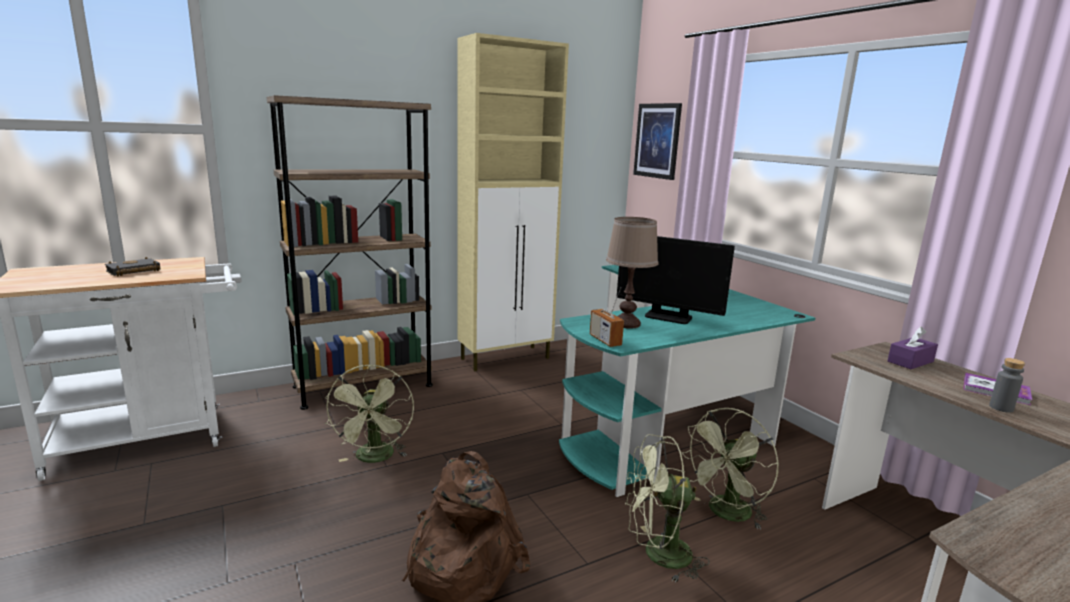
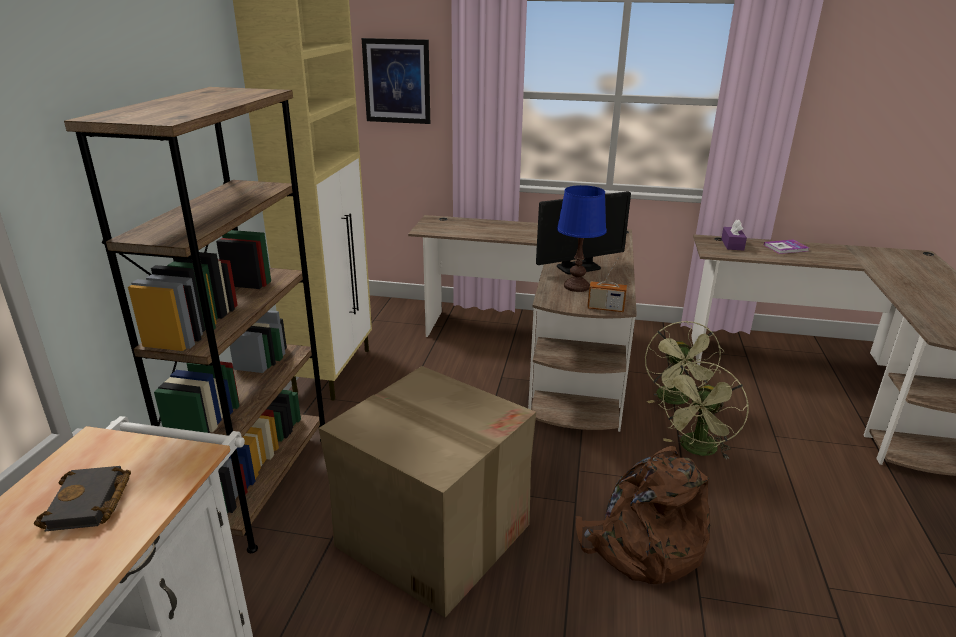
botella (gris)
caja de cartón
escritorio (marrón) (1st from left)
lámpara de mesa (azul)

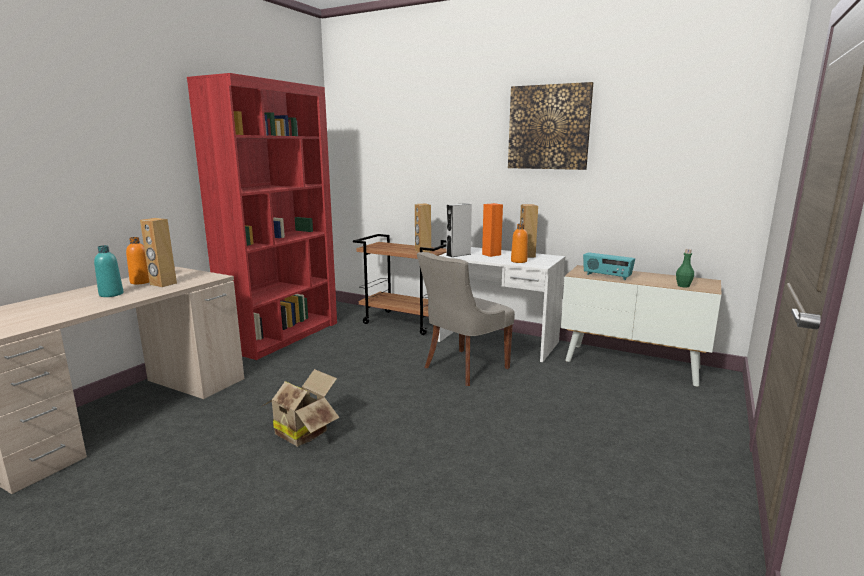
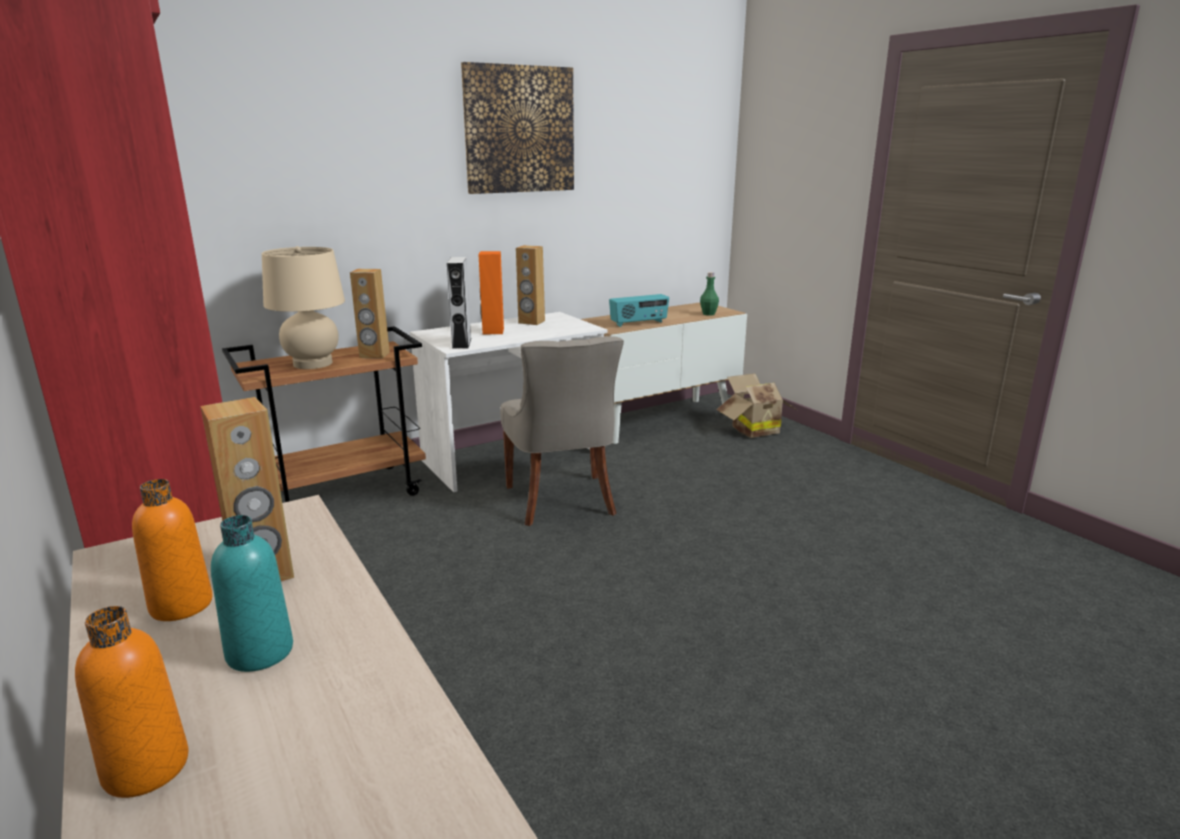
lámpara de mesa (beis)
caja de cartón
botella (naranja) (1st from left)

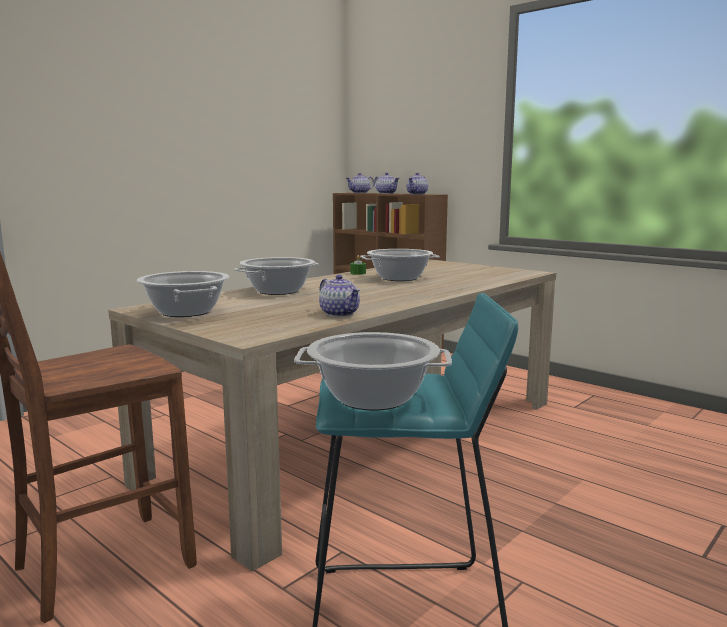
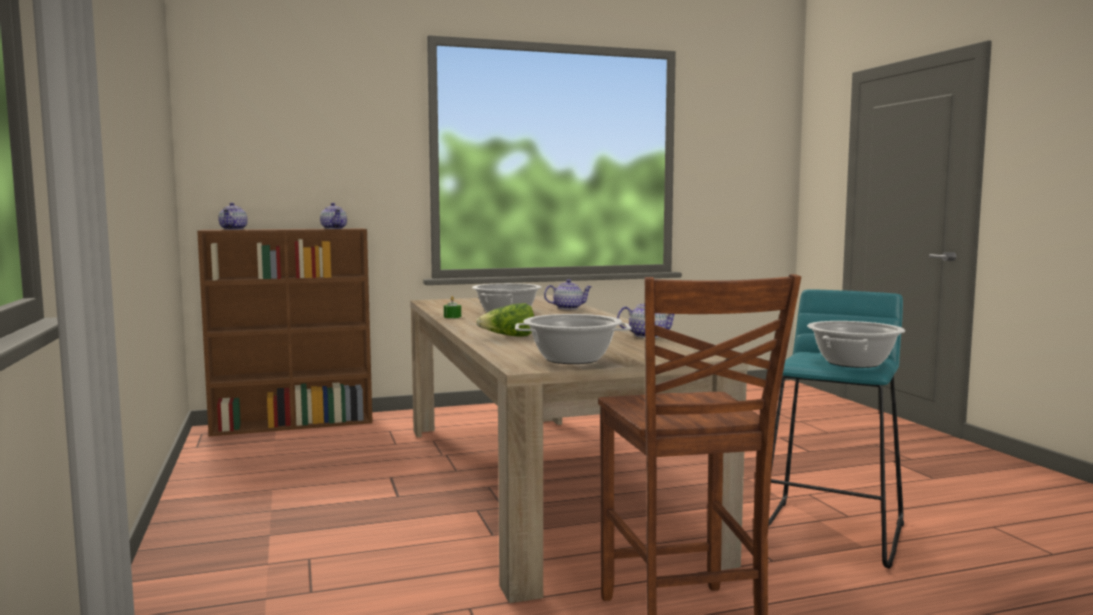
tetera (3rd from left)
lechuga

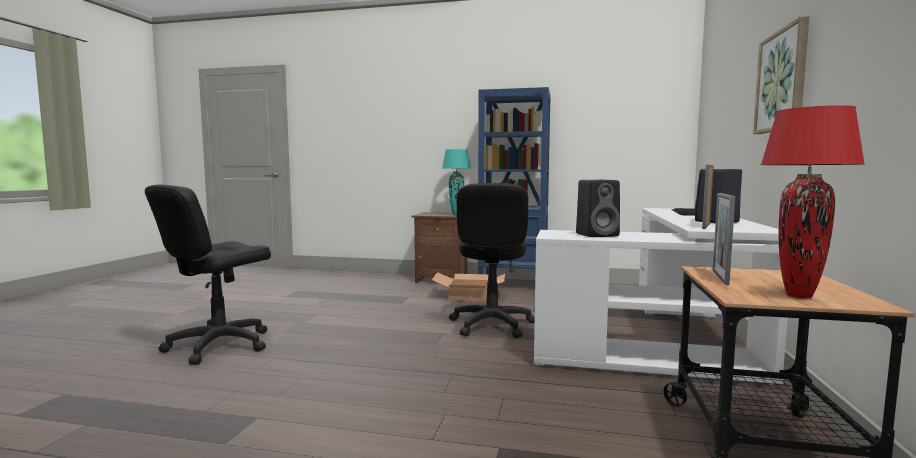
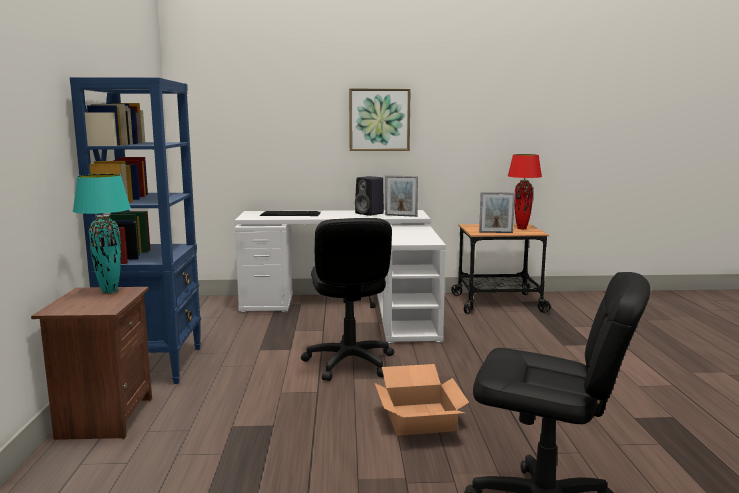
altavoz (negro) (1st from left in the first image)
caja de cartón
silla de oficina (negro) (1st from left)

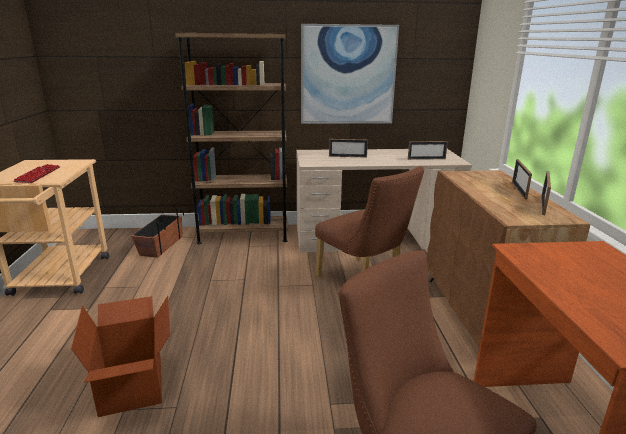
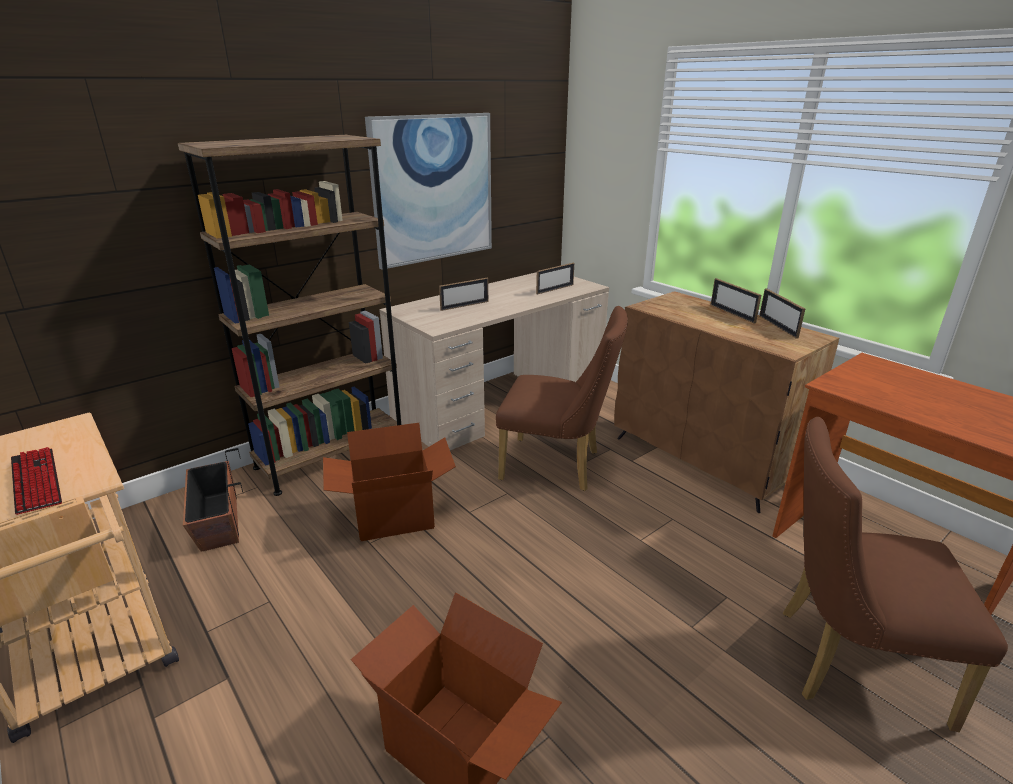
caja de cartón (1st from left)

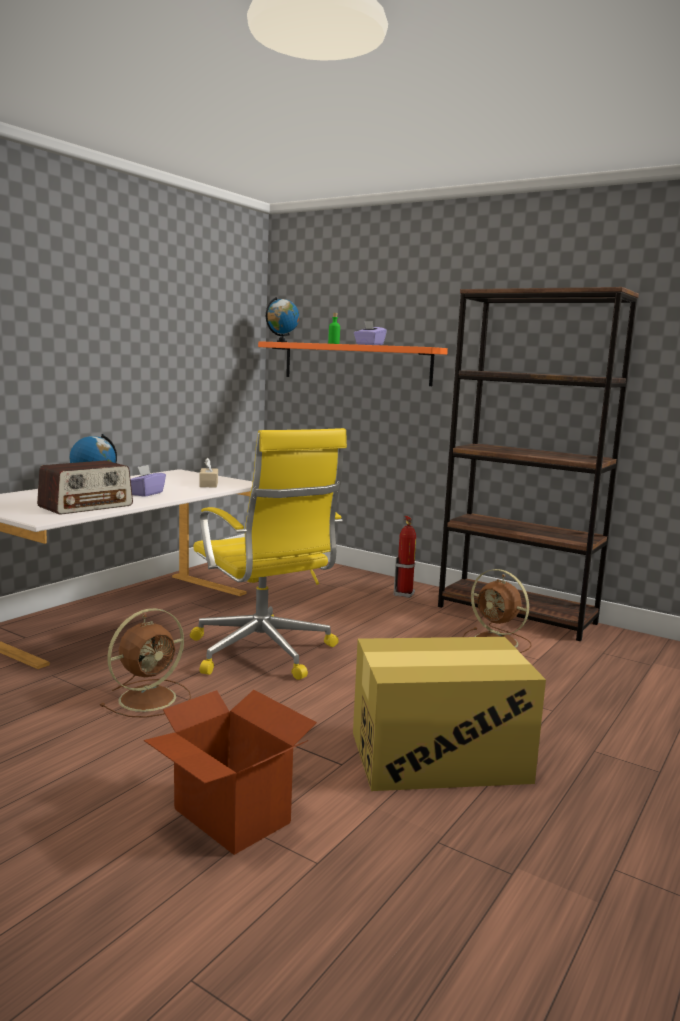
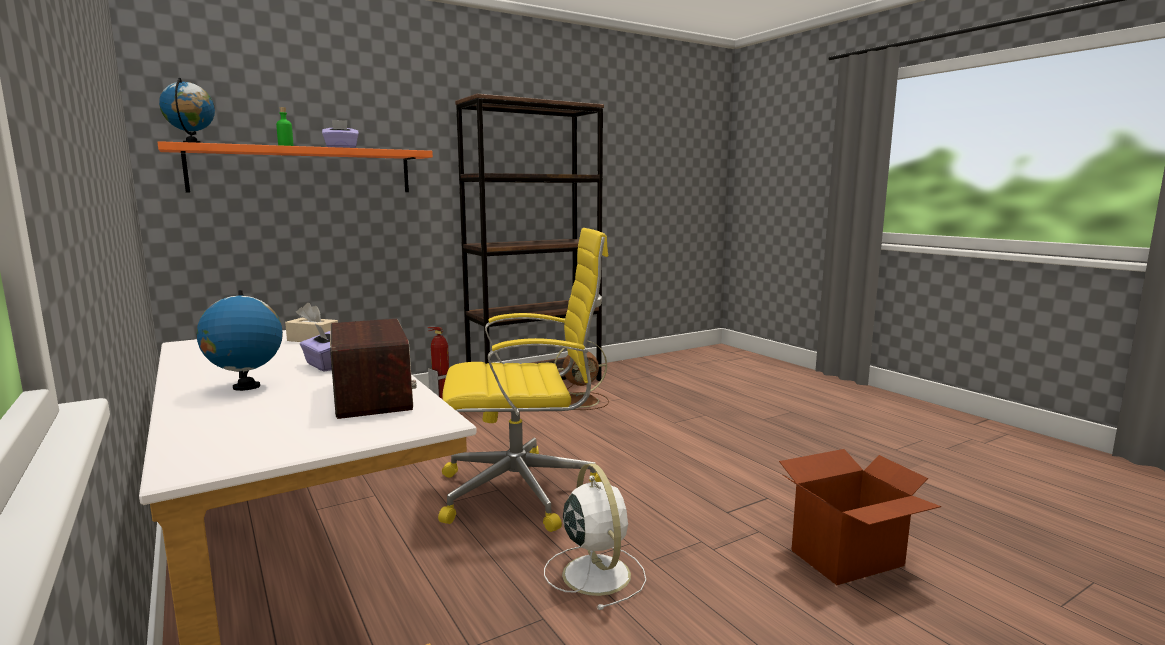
caja de cartón (2nd from left in the first image)
ventilador (blanco)

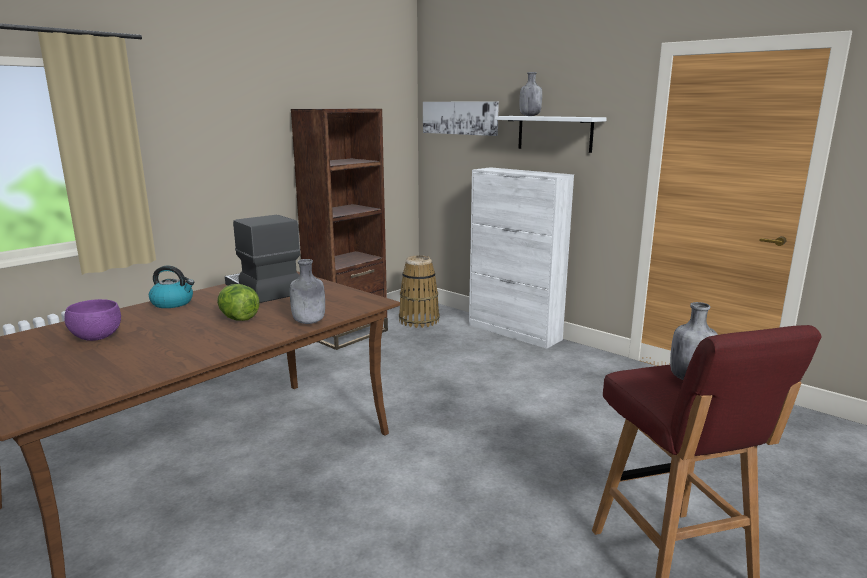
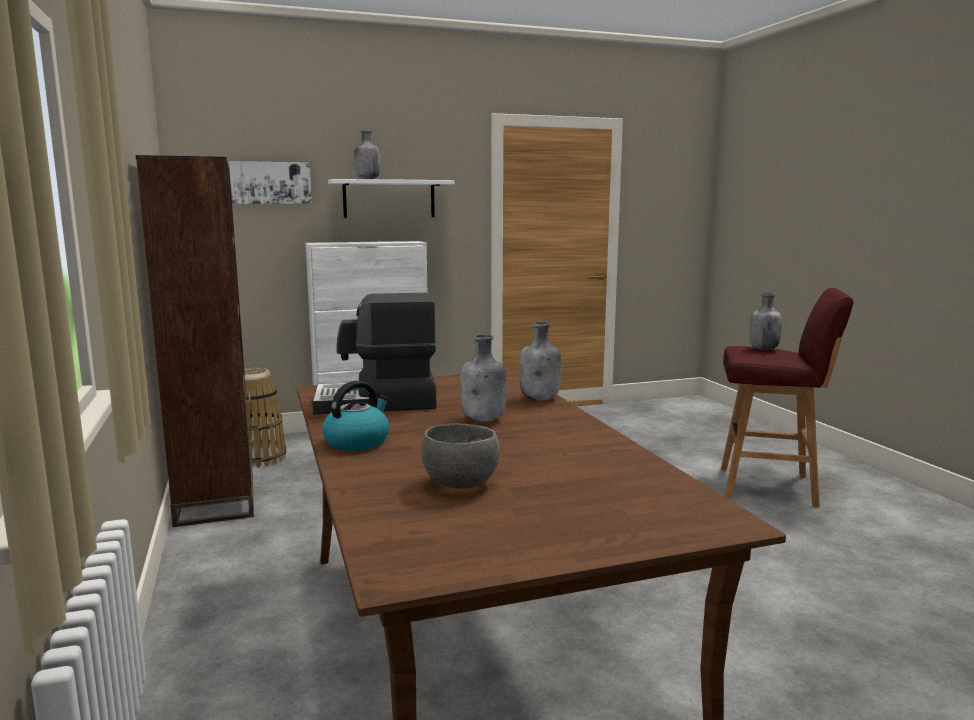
botella (gris) (2nd from left)
cuenco (gris)

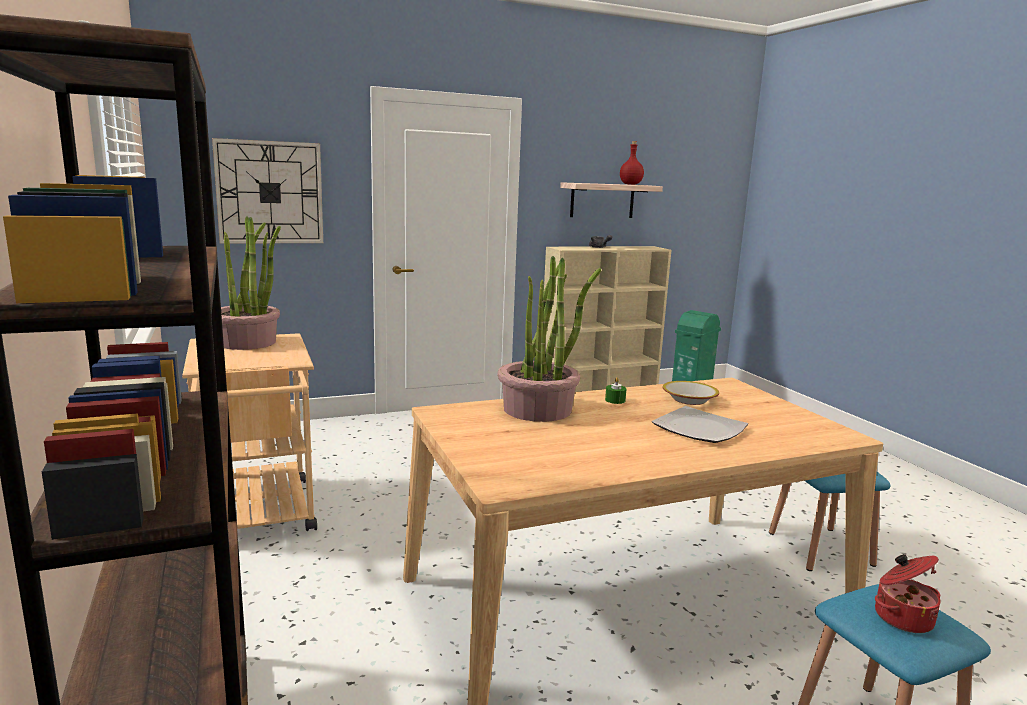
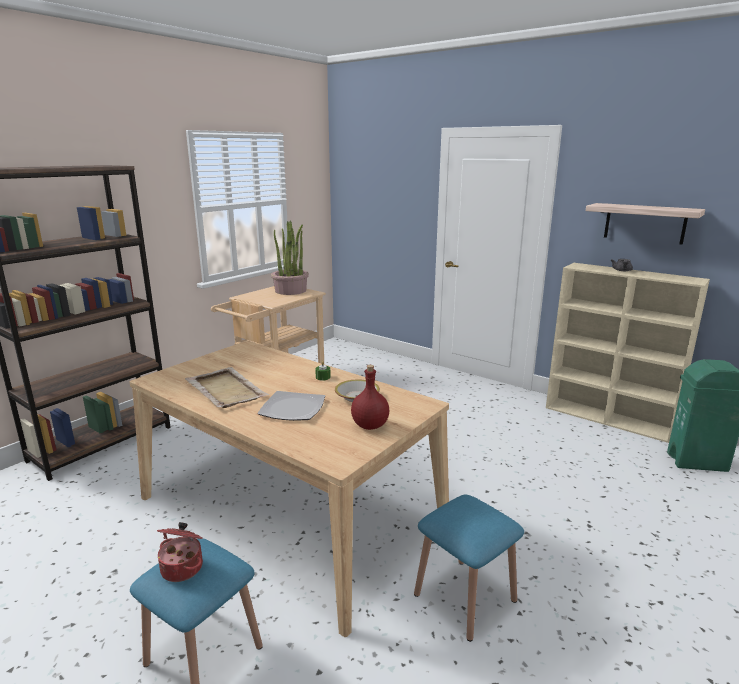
reloj de pared
planta en maceta (2nd from left in the first image)
bandeja (beis)
botella (rojo)

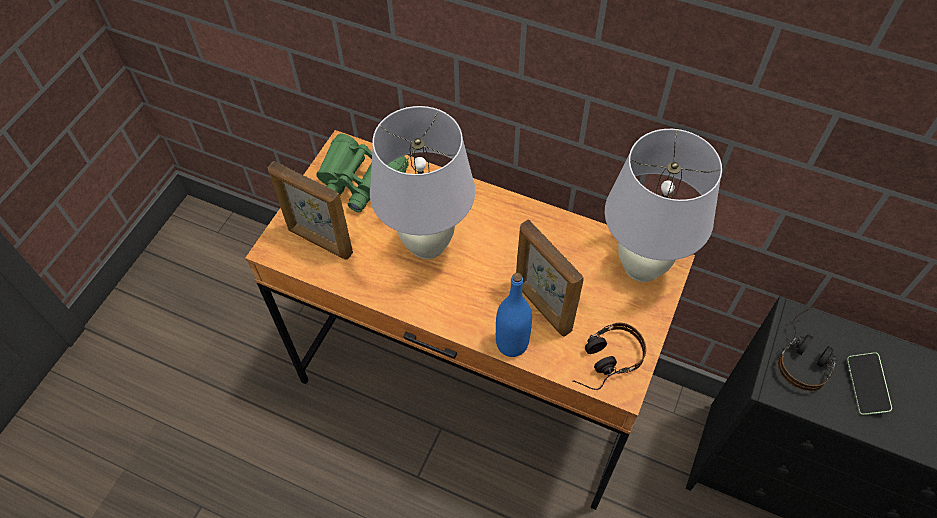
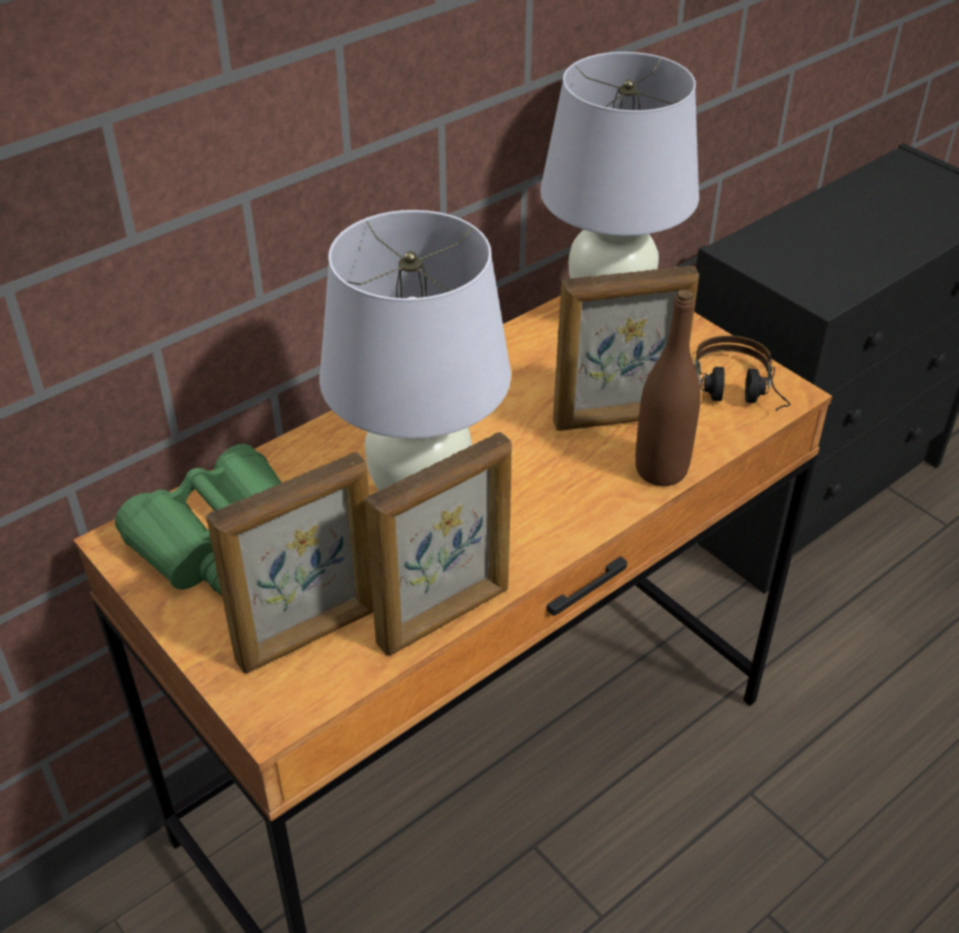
auriculares (2nd from left in the first image)
móvil
portarretratos (2nd from left)
botella (marrón)

